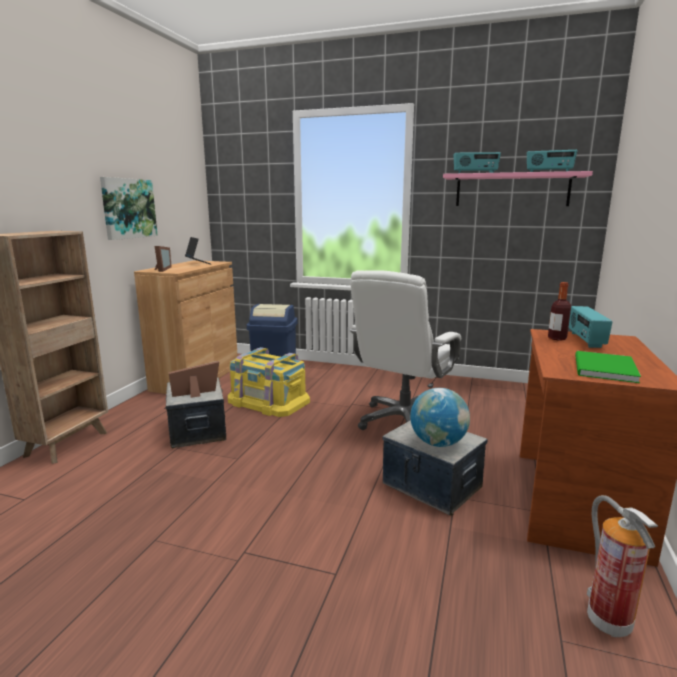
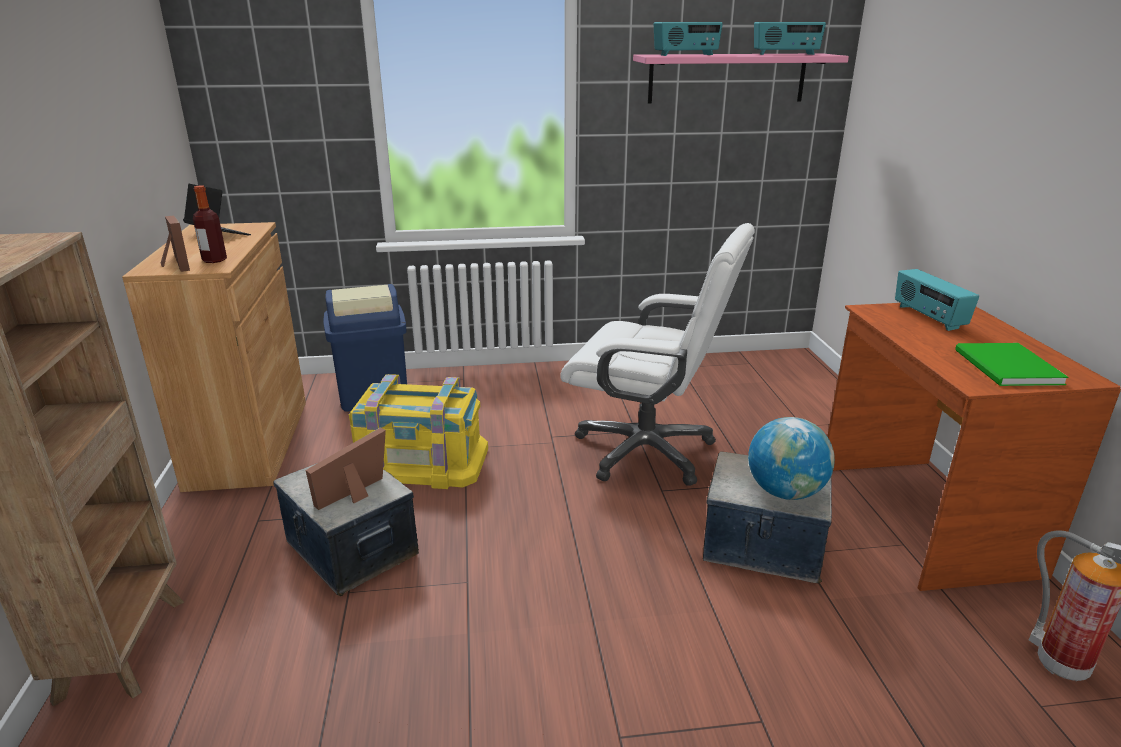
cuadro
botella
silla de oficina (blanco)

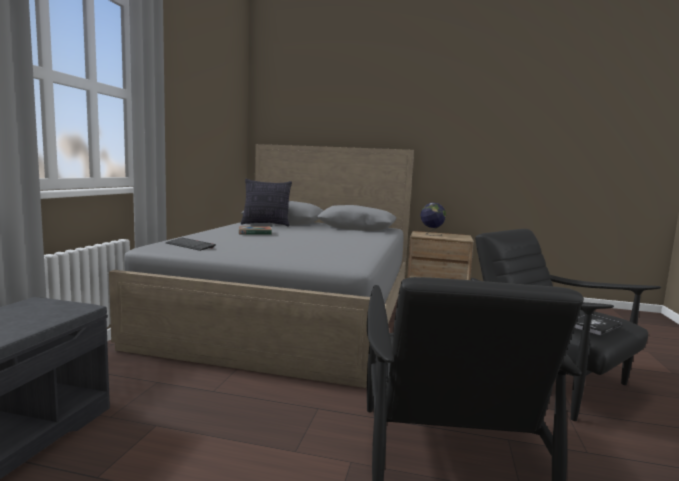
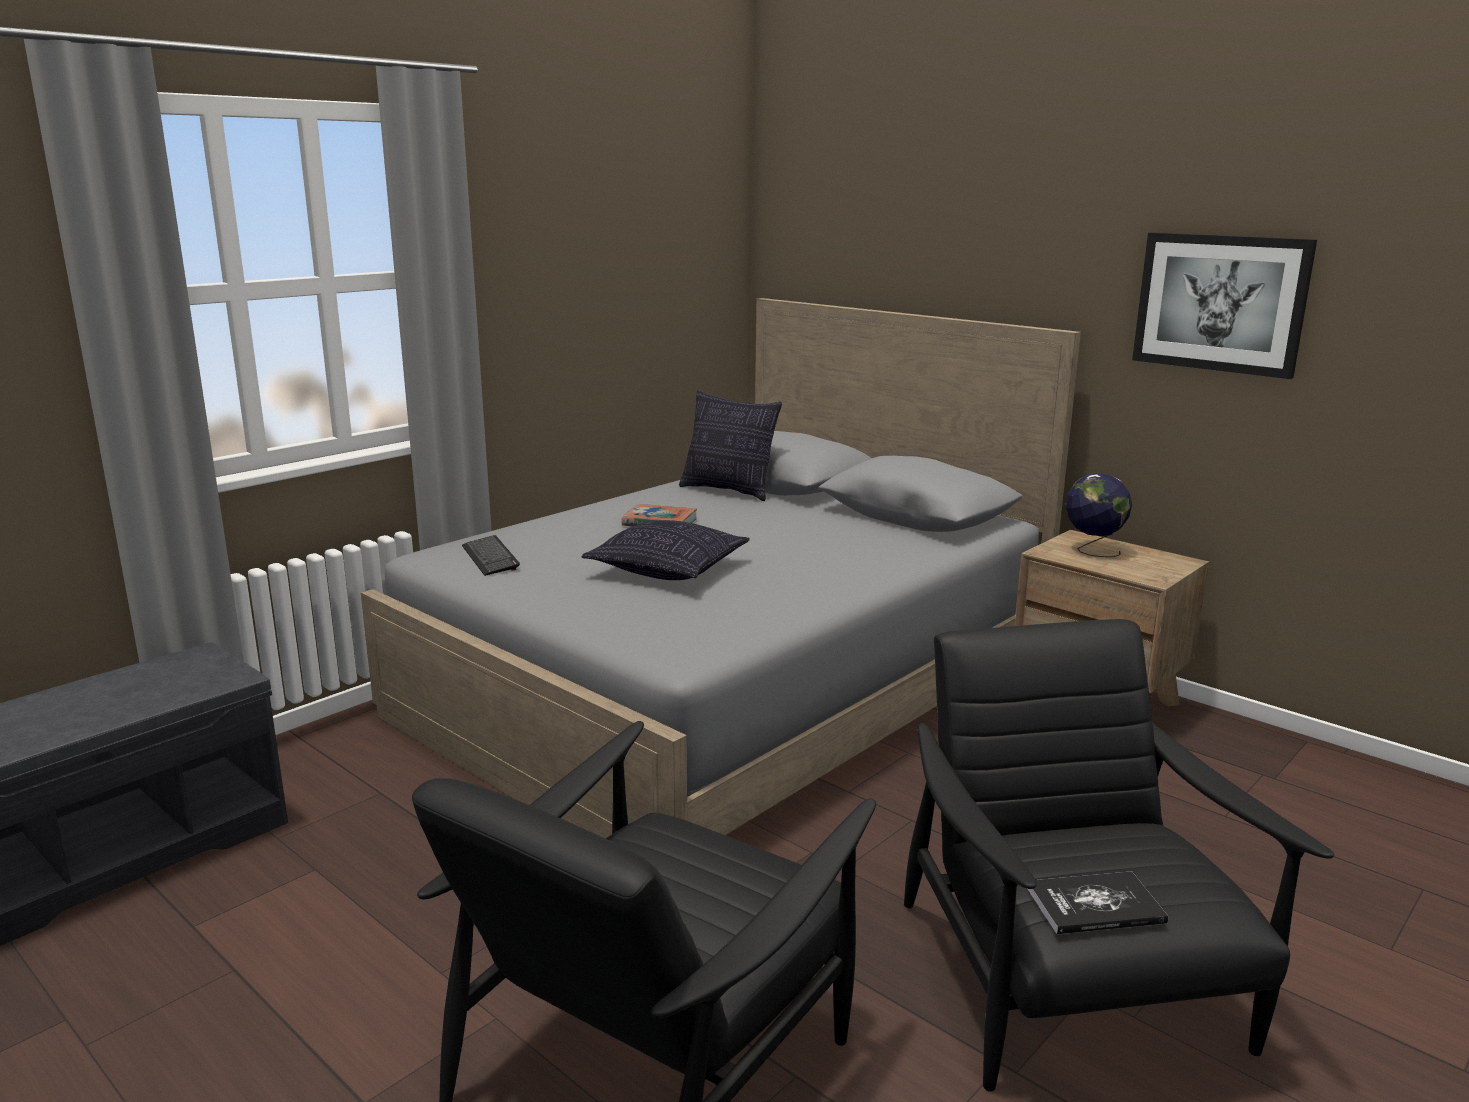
cojín (1st from left)
cuadro

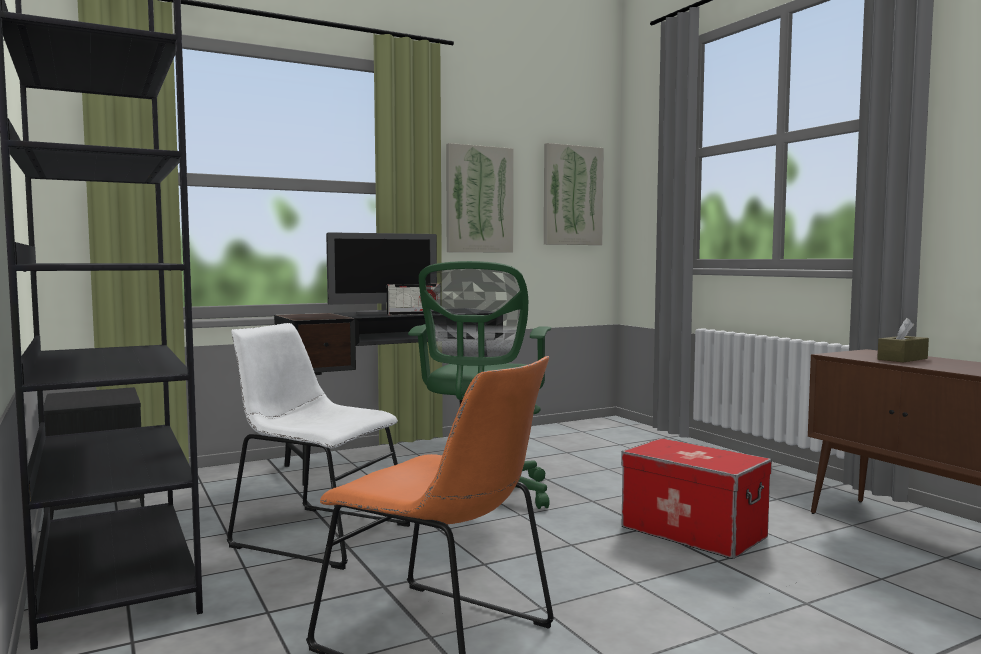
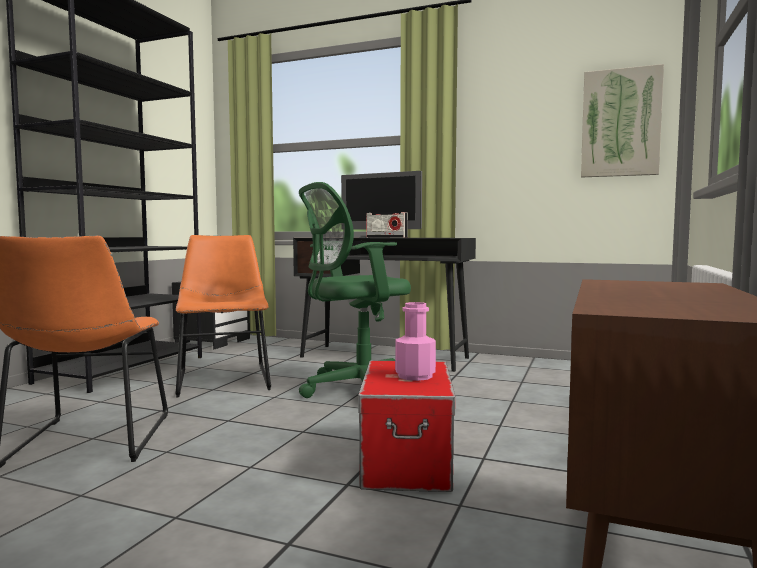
cuadro (1st from left in the first image)
caja de pañuelos (marrón)
botella (rosa)
silla (naranja) (2nd from left)

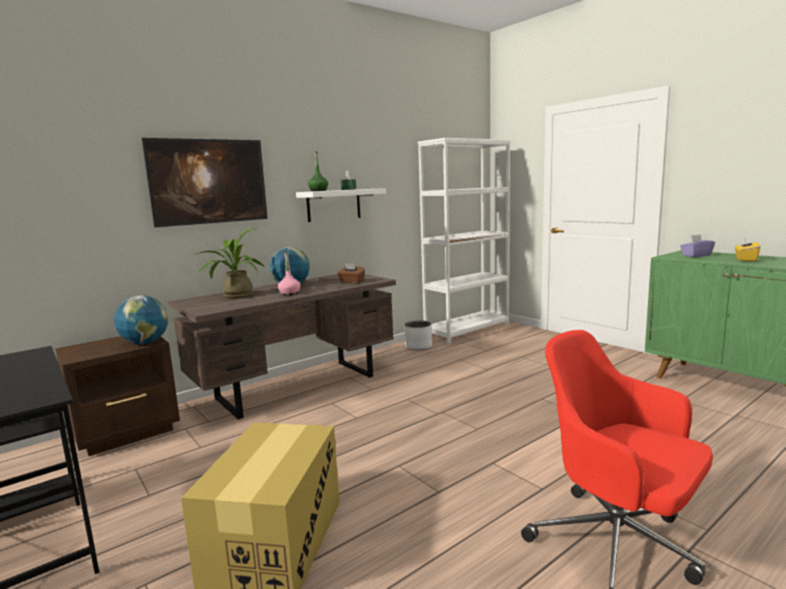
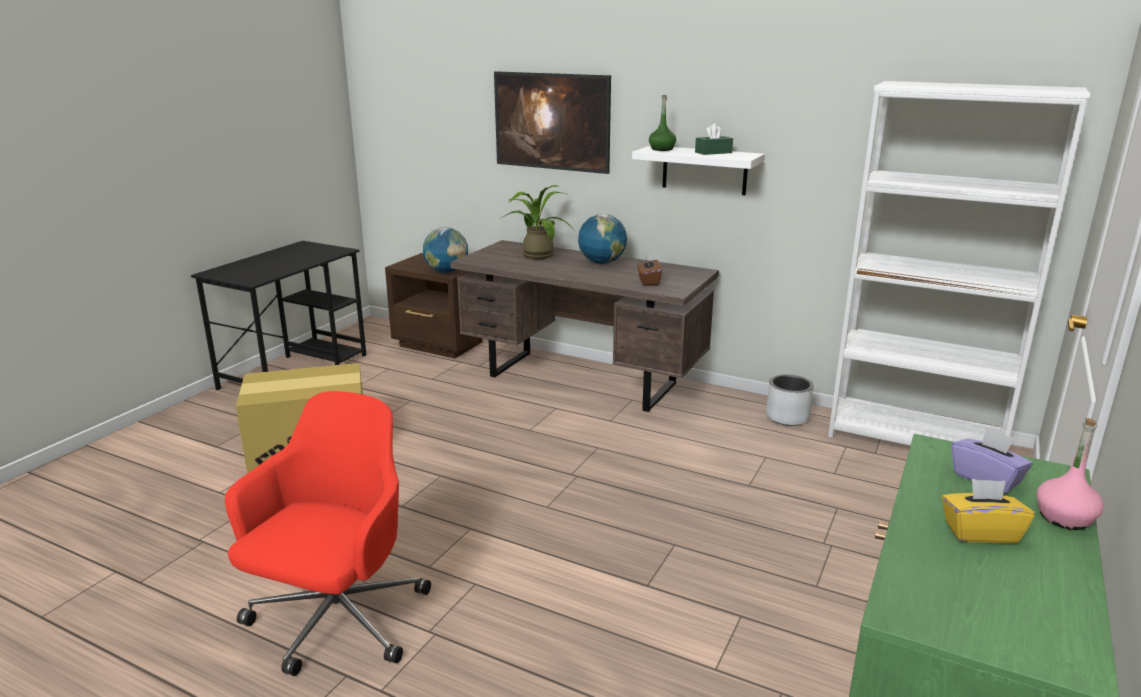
botella (rosa)

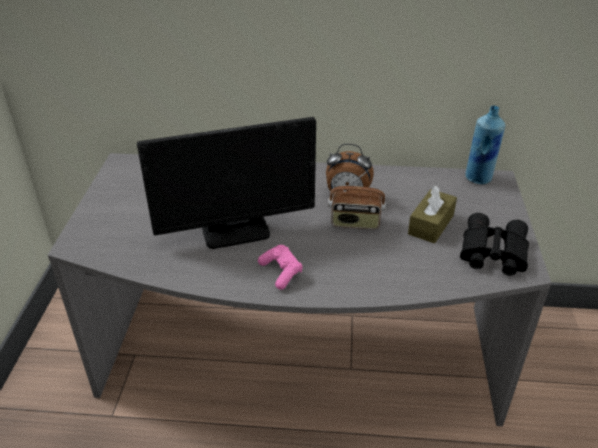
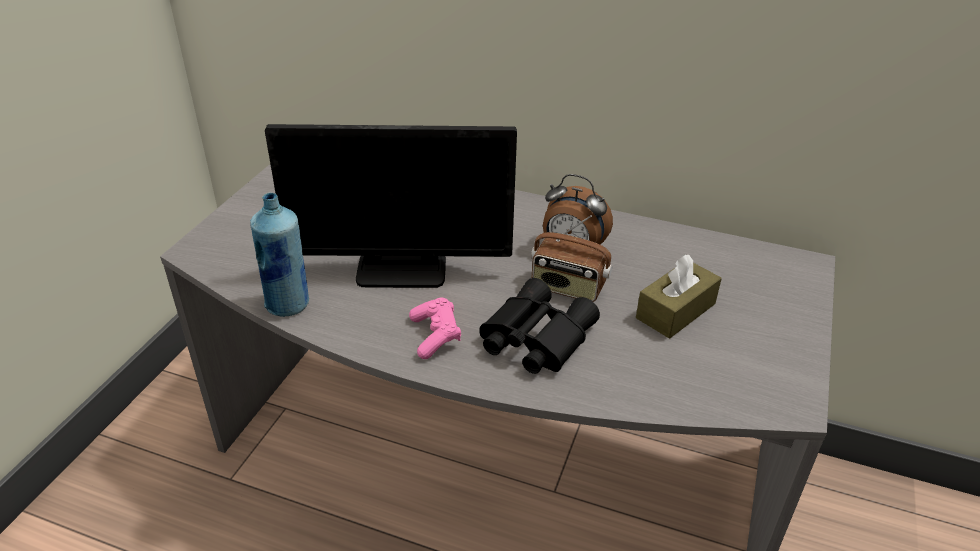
prismáticos (negro)
botella (azul)

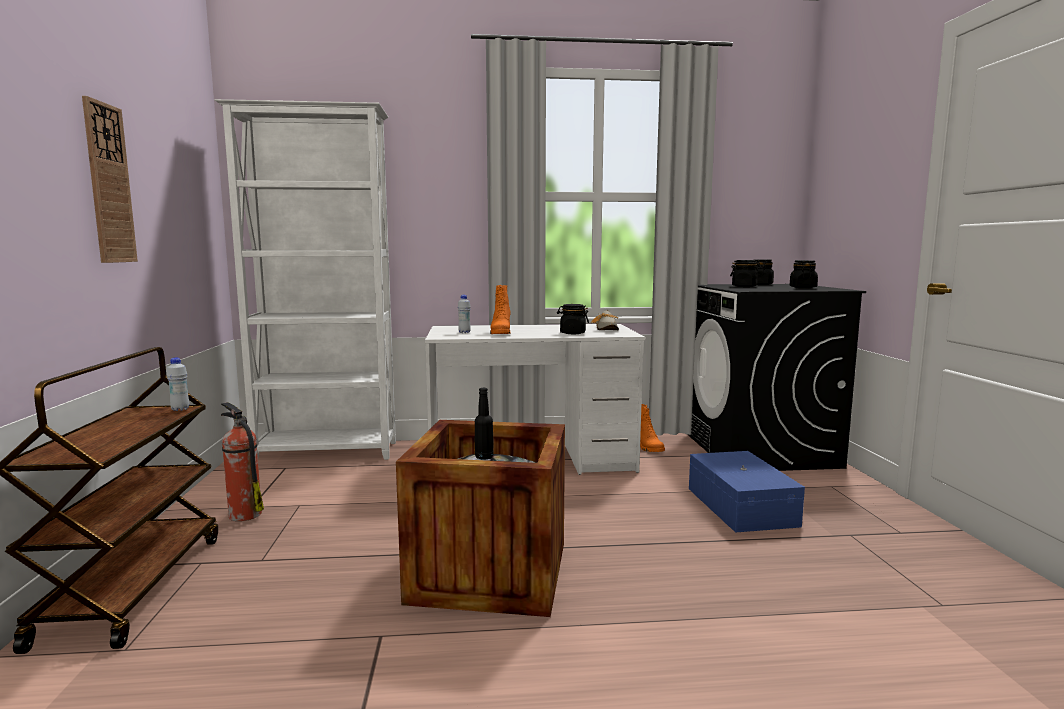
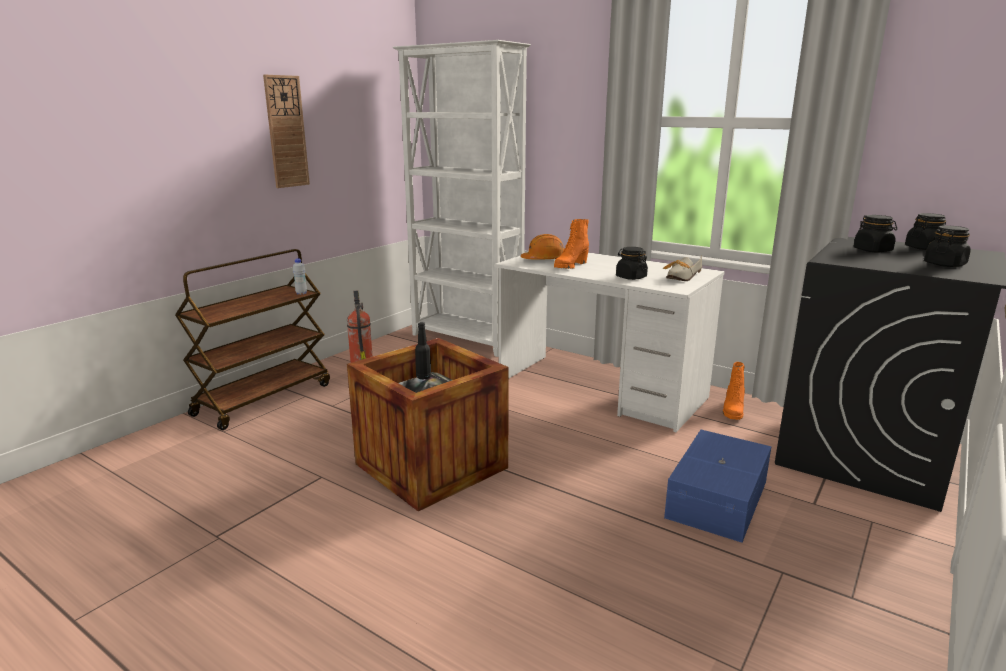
casco (naranja)

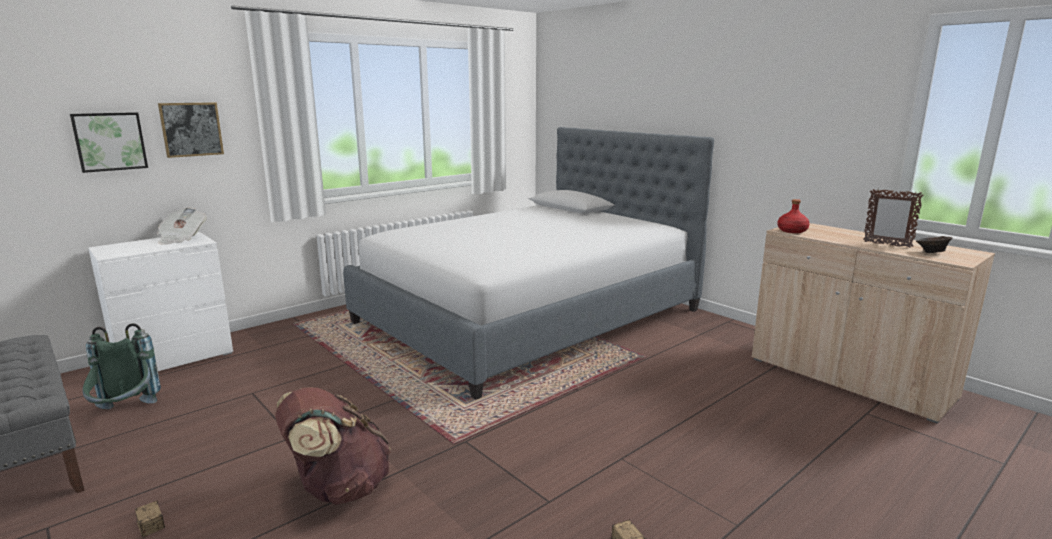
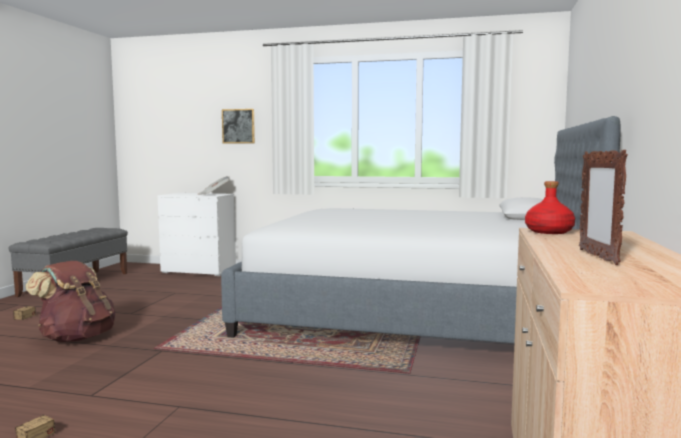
cuadro (1st from left in the first image)
mochila (verde)
cuenco (marrón)

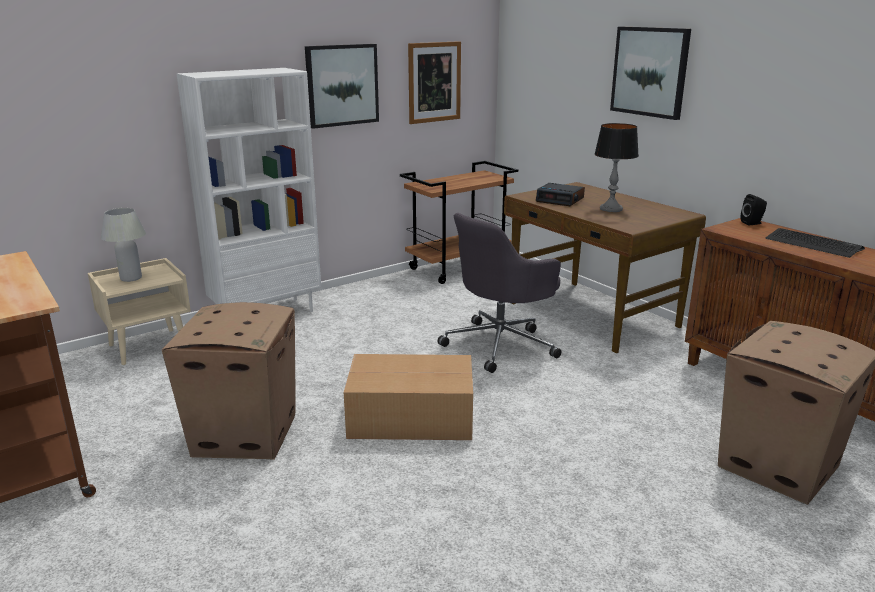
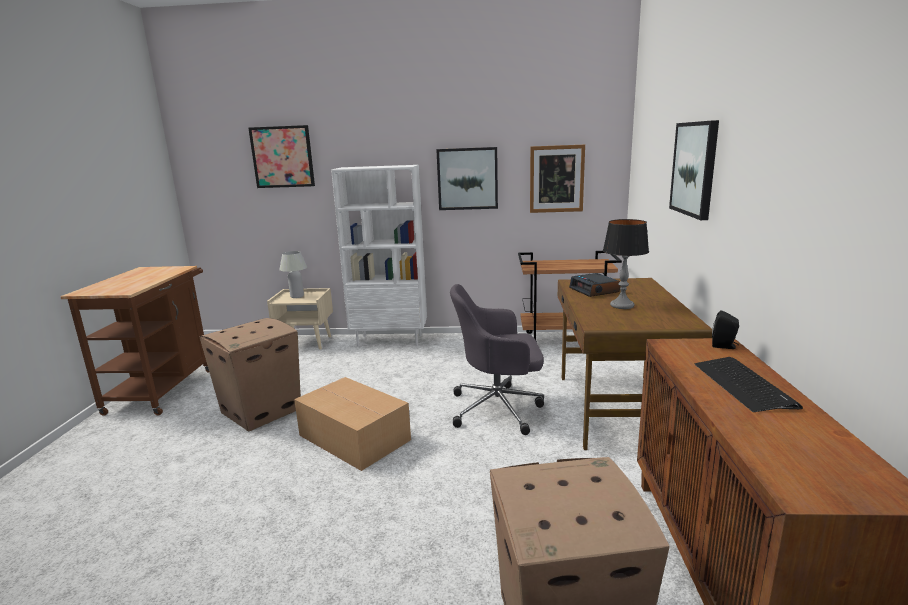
cuadro (1st from left)

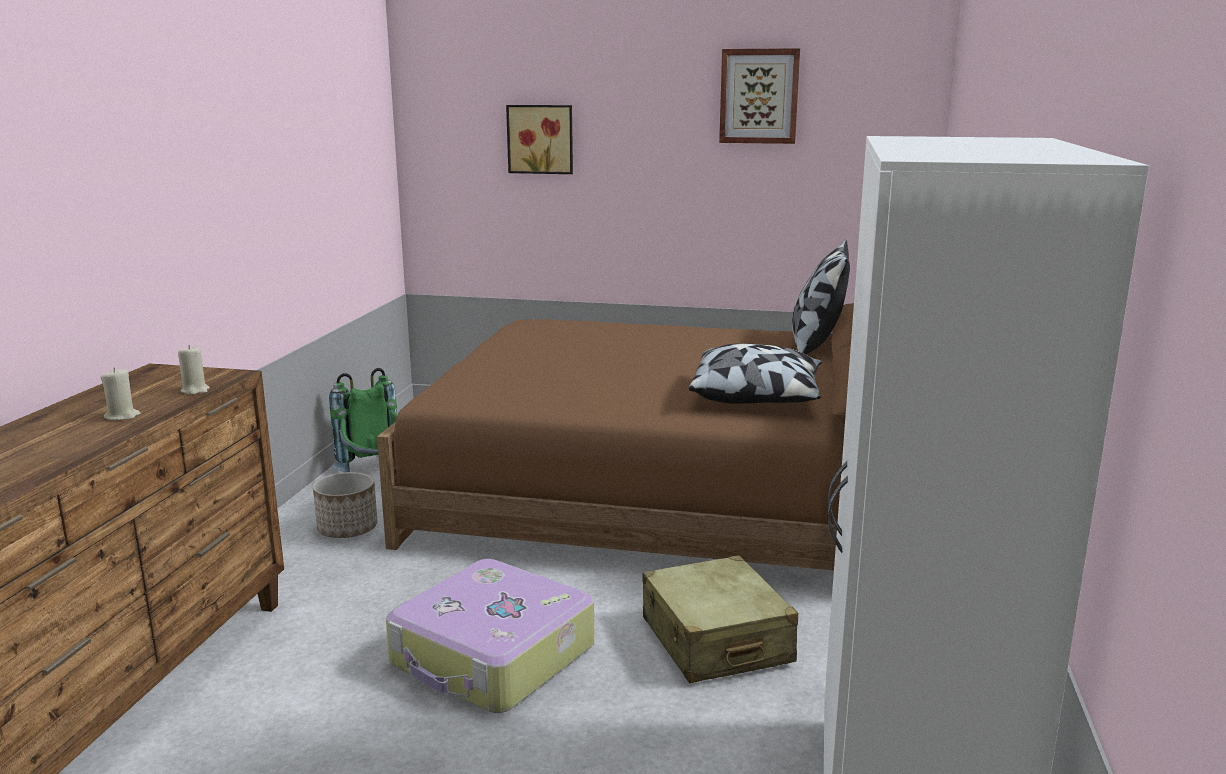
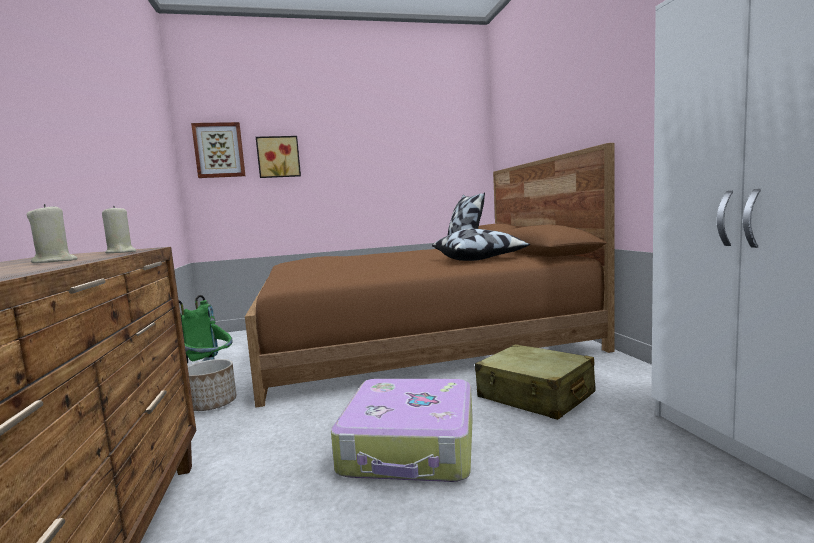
cuadro (1st from left)

